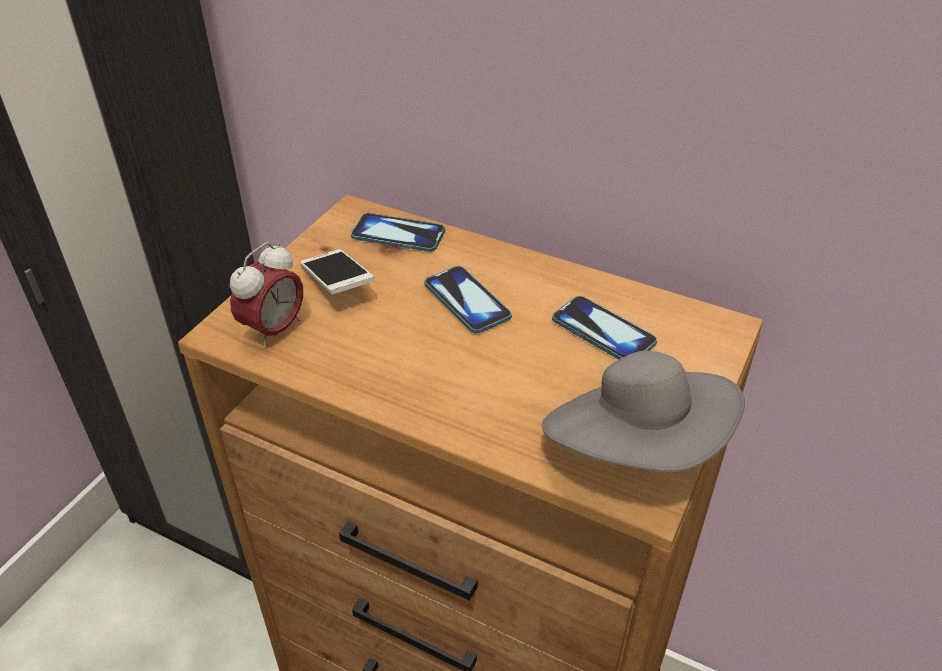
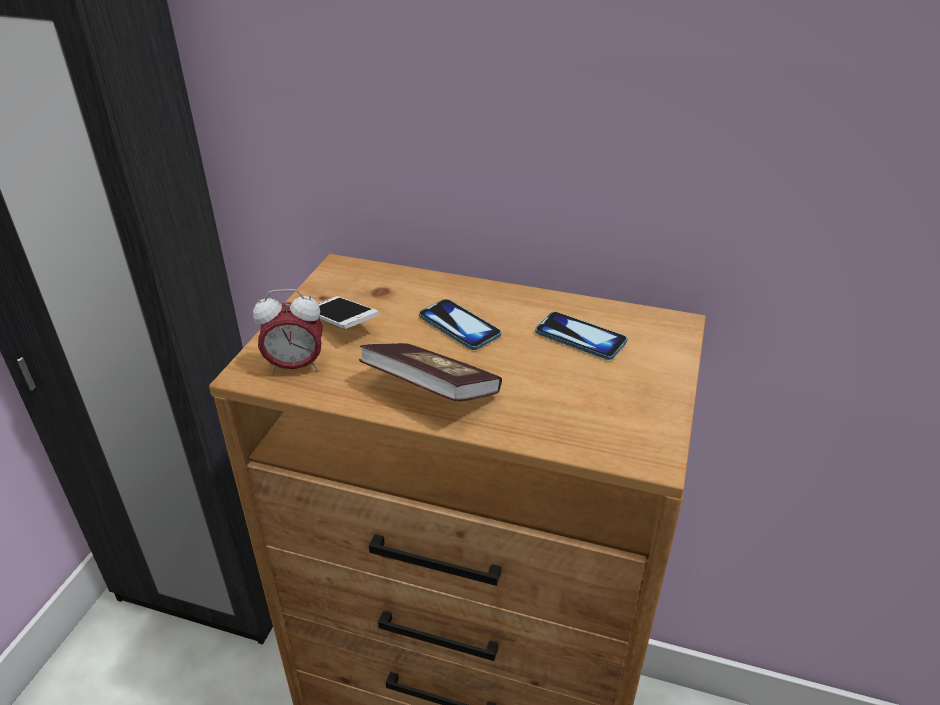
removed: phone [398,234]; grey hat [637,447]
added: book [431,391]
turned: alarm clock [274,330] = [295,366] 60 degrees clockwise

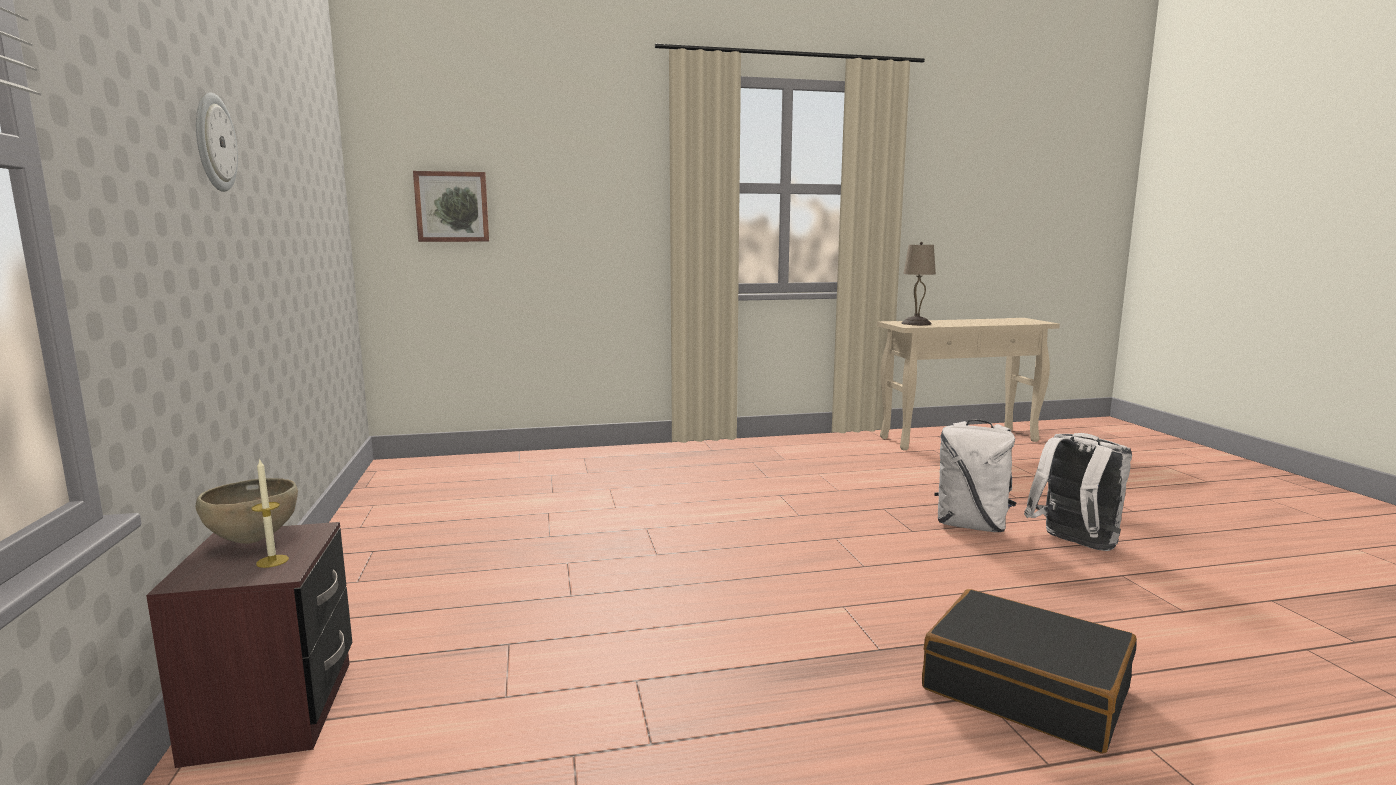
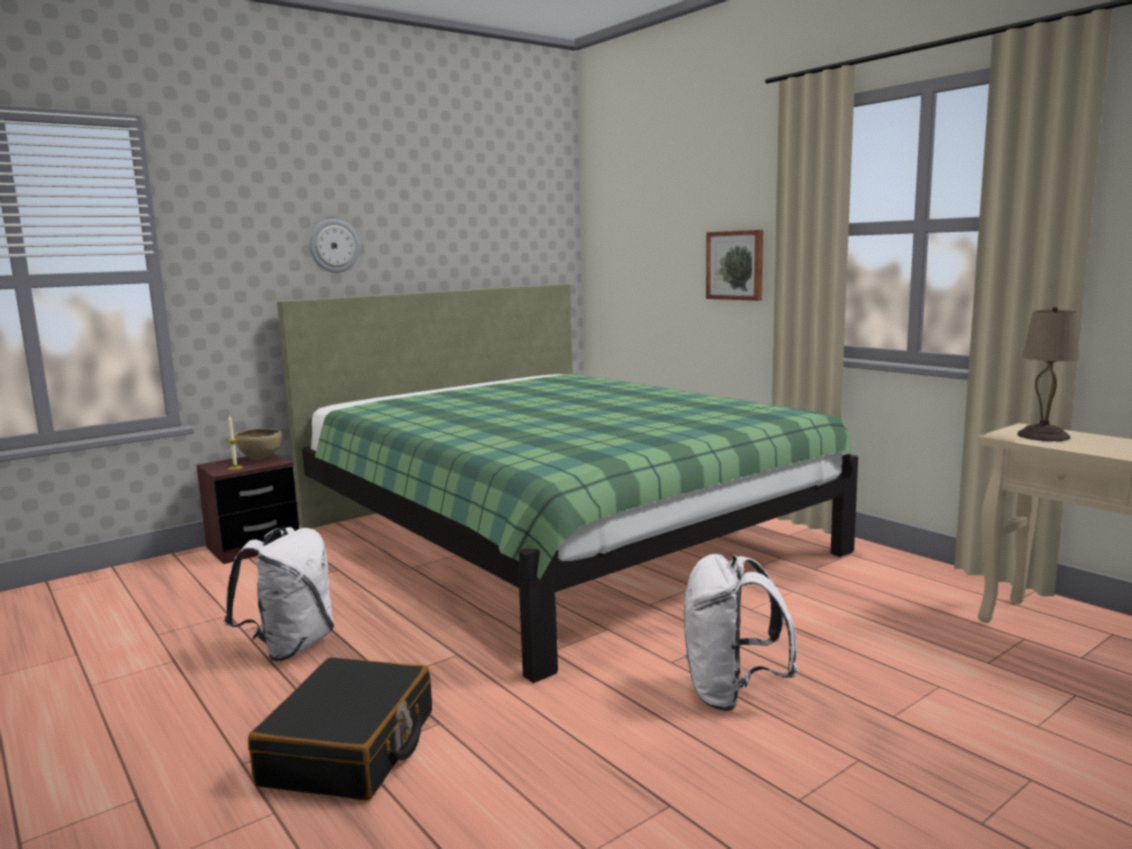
added: green bed [557,540]
moved: picture [452,207] to [735,265]; white backpack [1074,545] to [290,647]

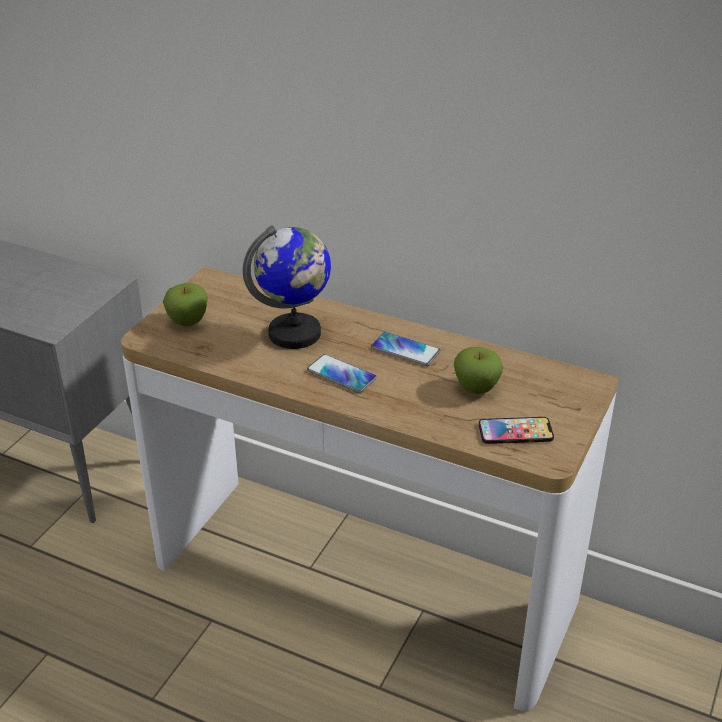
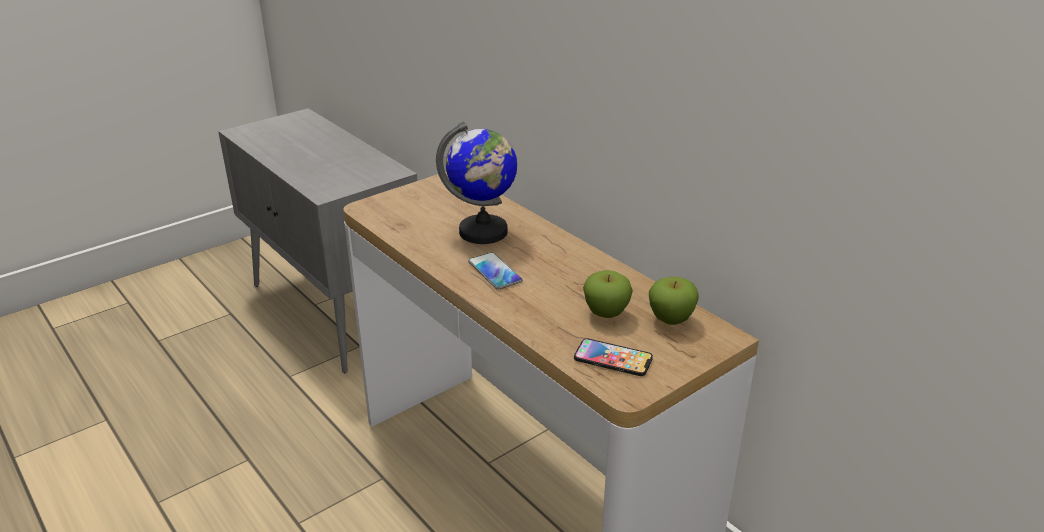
removed: phone [405,350]
moved: apple [188,322] to [671,319]

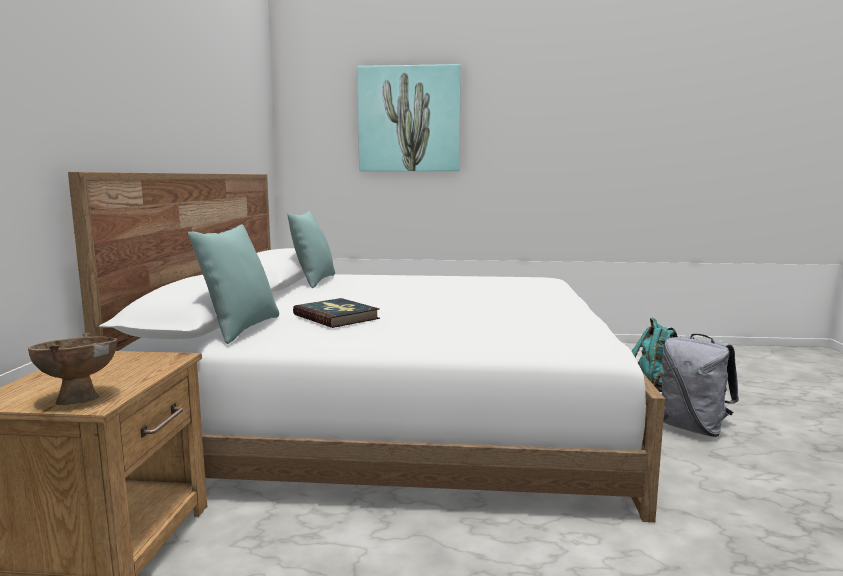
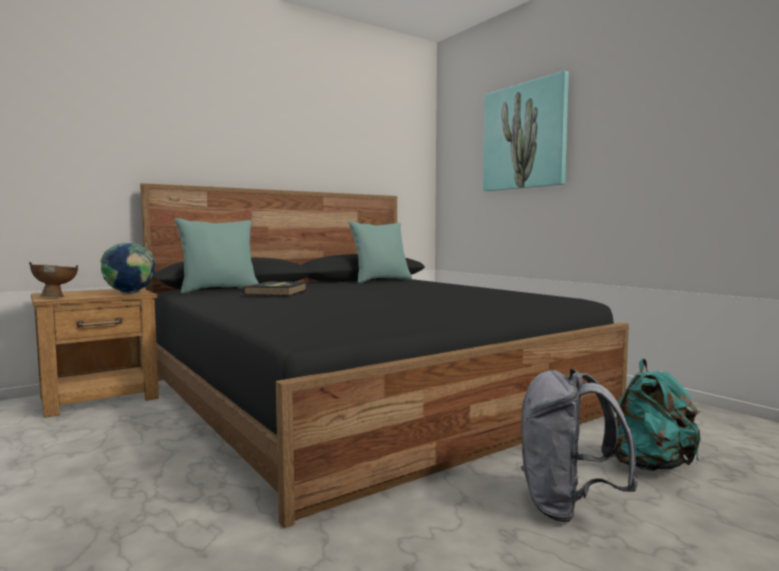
added: globe [130,293]
recoloured: white bed [398,409] to black bed [363,394]

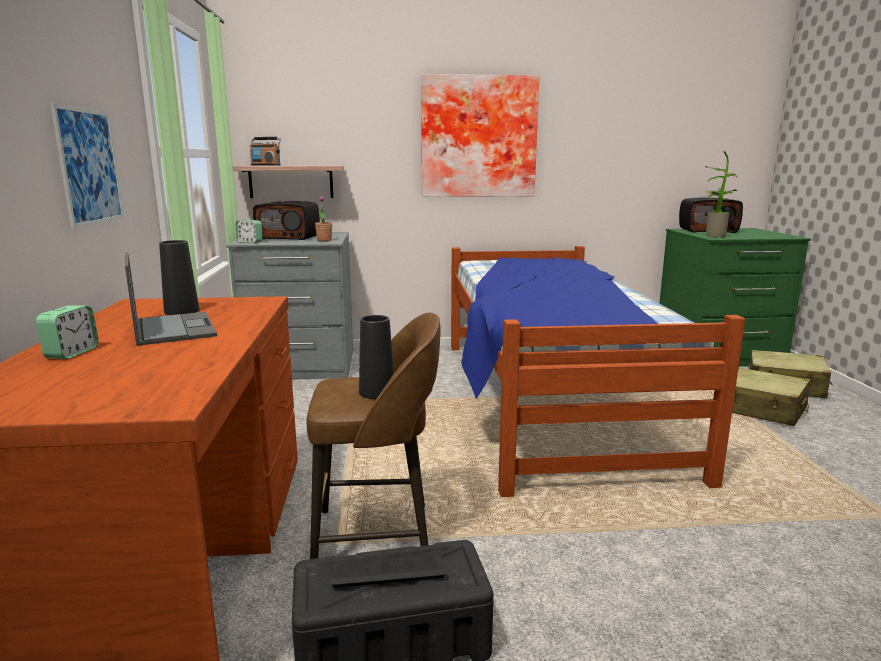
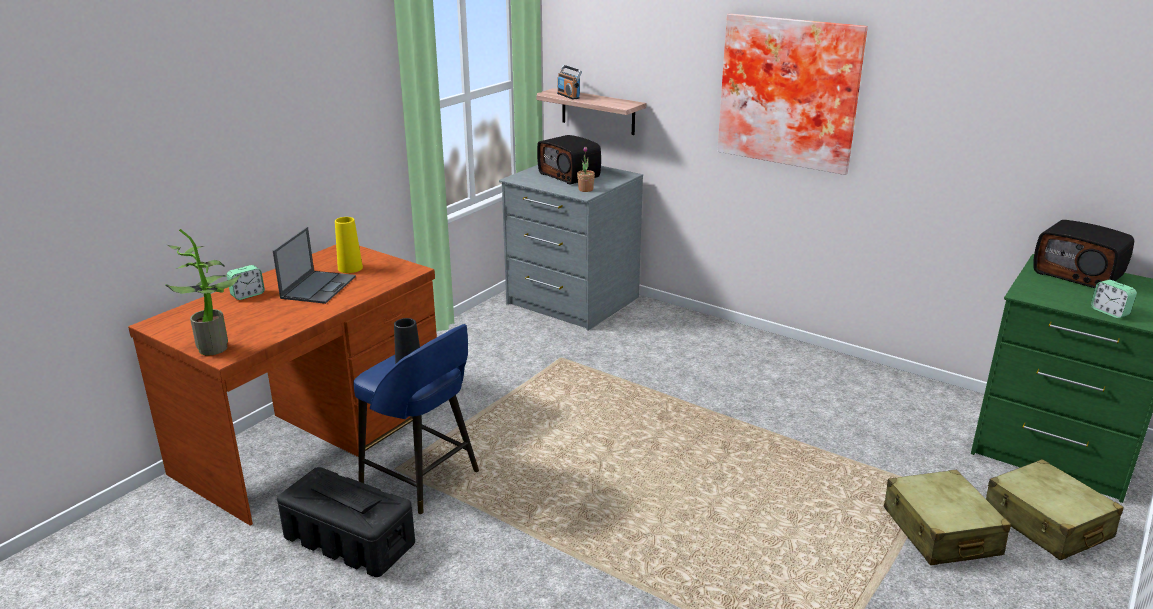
removed: picture [89,167]; bed [547,399]
moved: alarm clock [250,242] to [1109,312]; potted plant [713,235] to [216,346]
recoloured: black vase [181,311] to yellow vase [350,268]; brown stool [377,538] to blue stool [422,478]

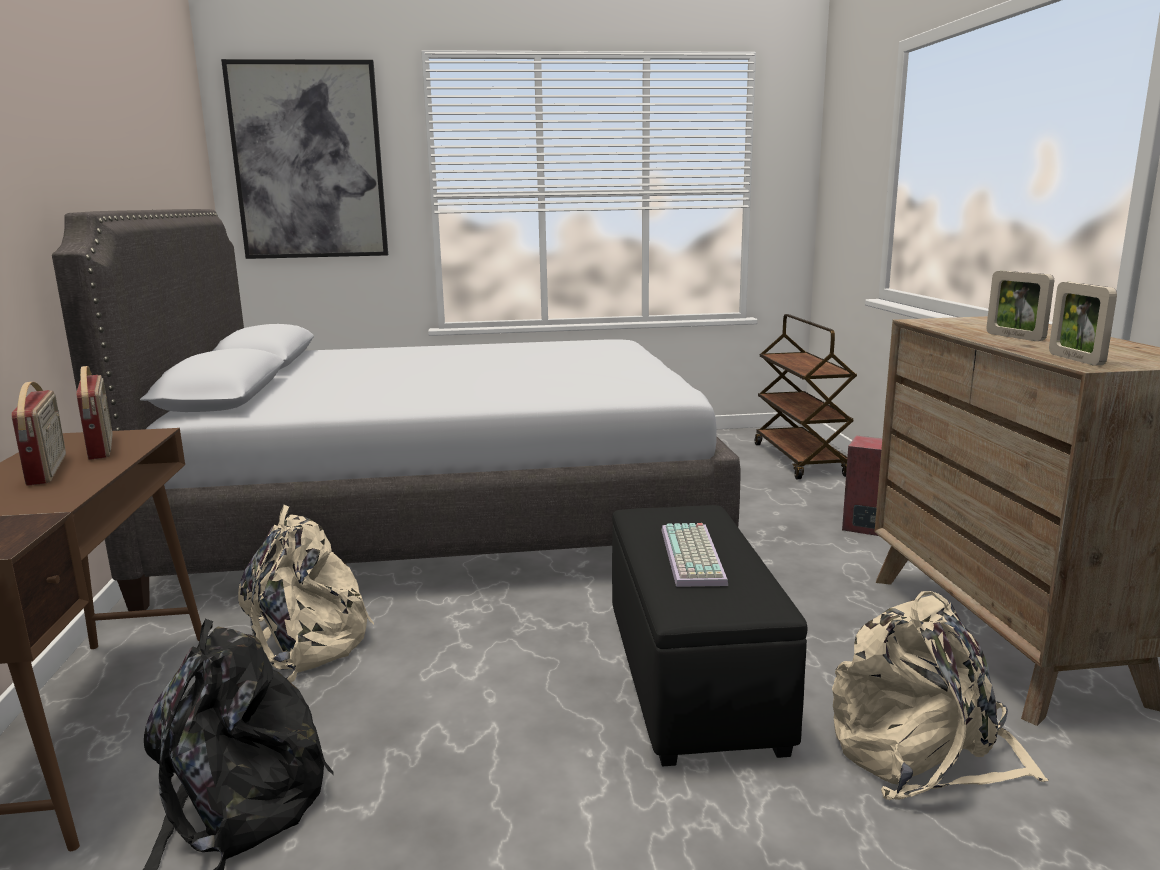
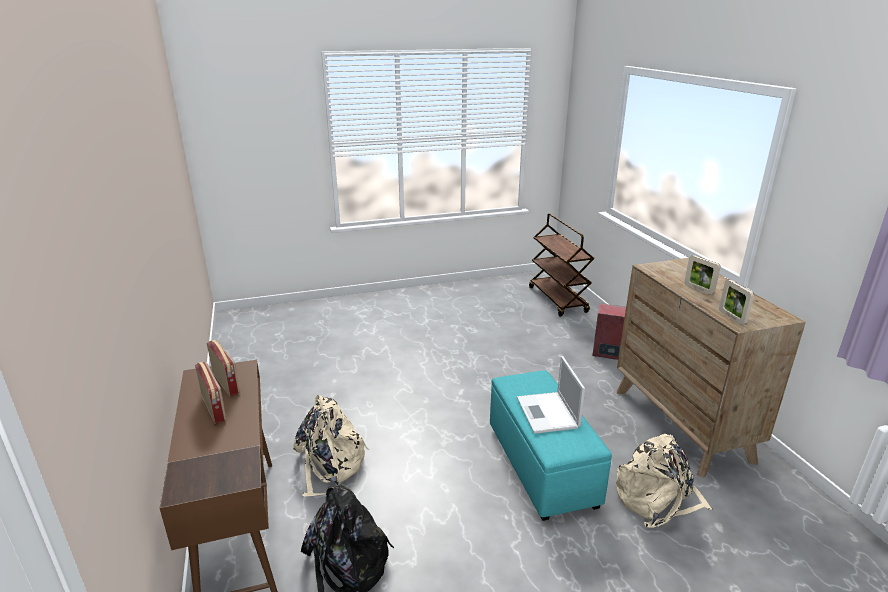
removed: grey bed [445,517]; picture [309,161]
replaced: keyboard [695,556] to laptop [548,413]
recoloured: black ottoman [693,678] to turquoise ottoman [542,466]

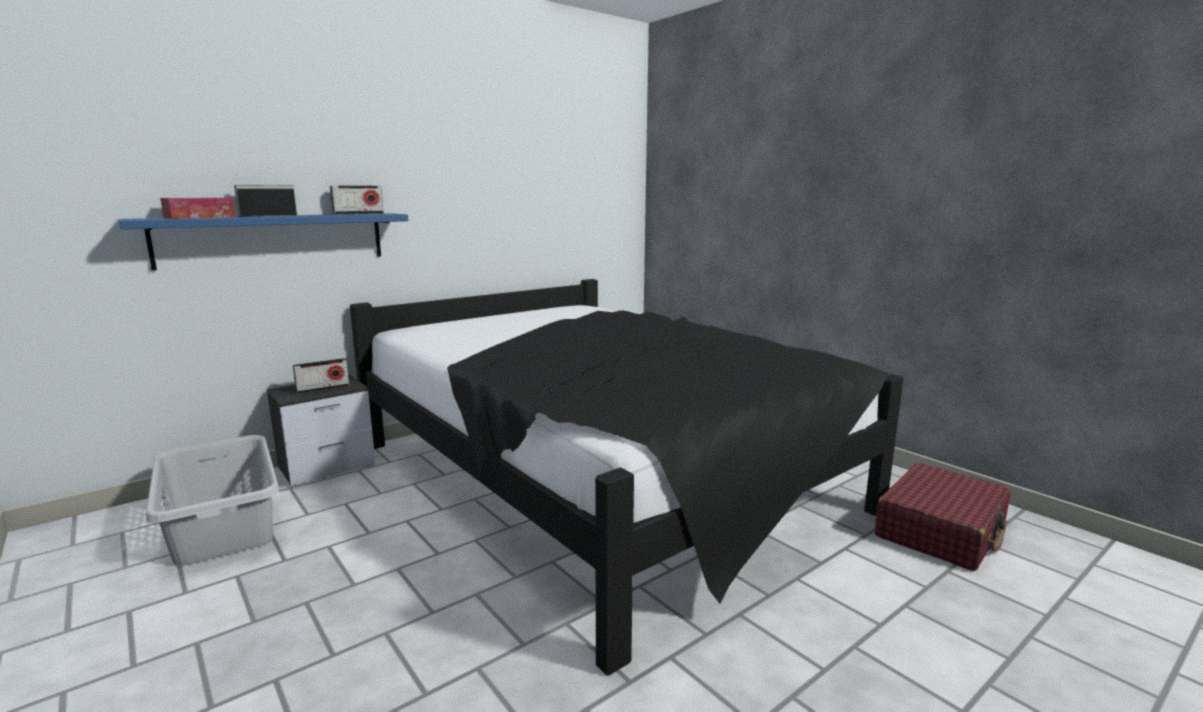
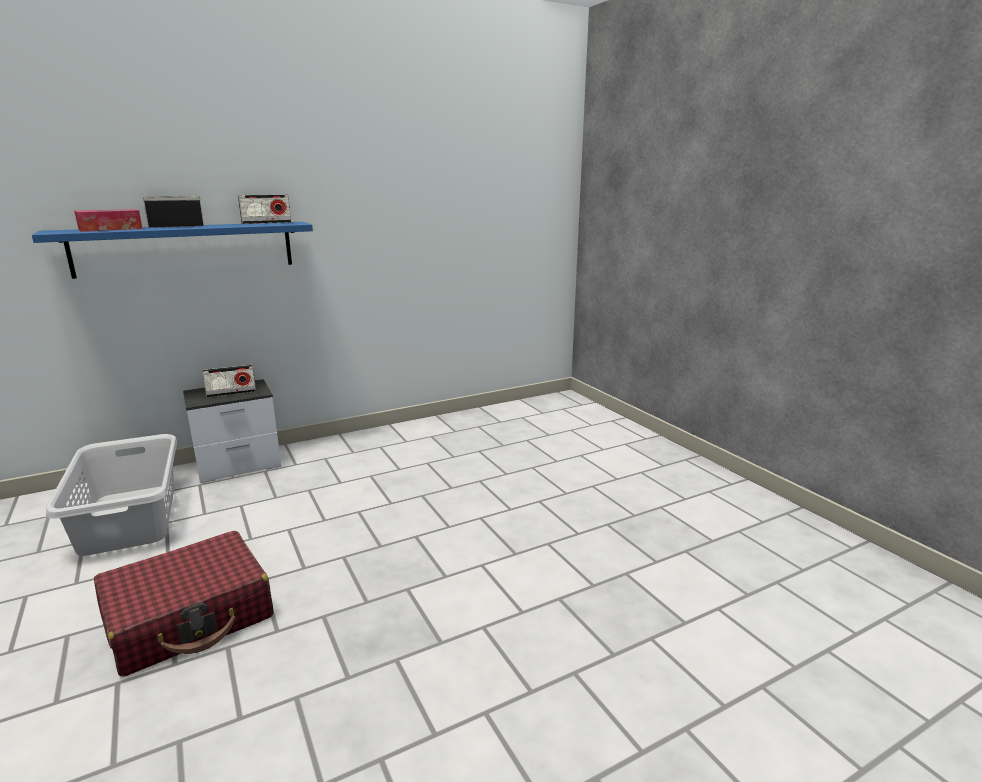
removed: black bed [600,475]
moved: red suitcase [940,531] to [190,617]

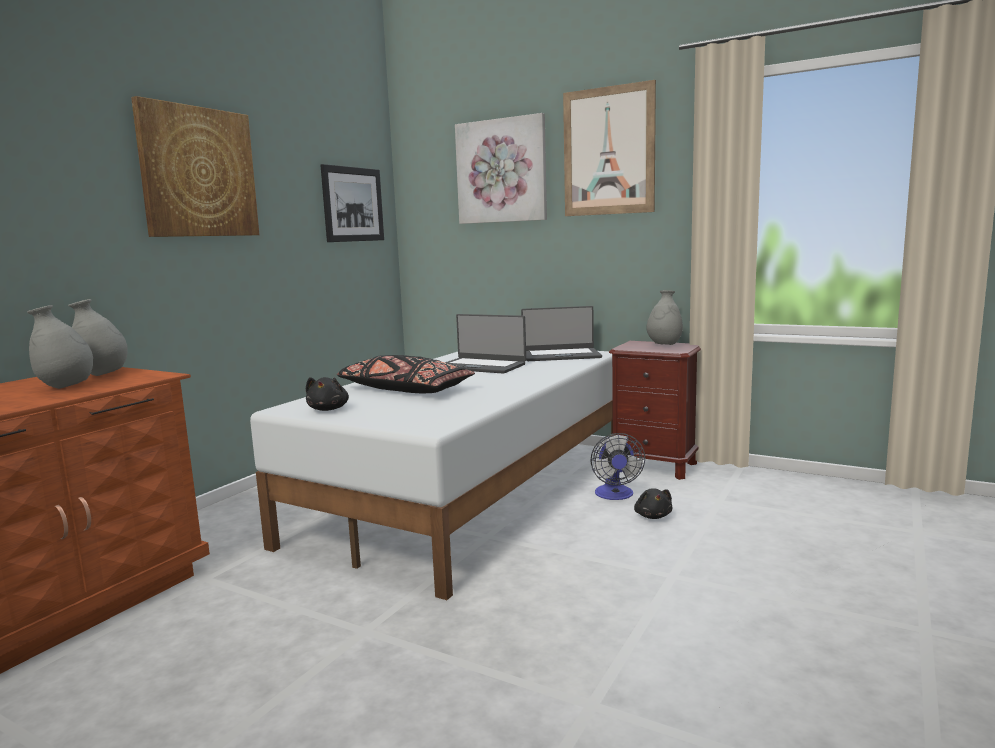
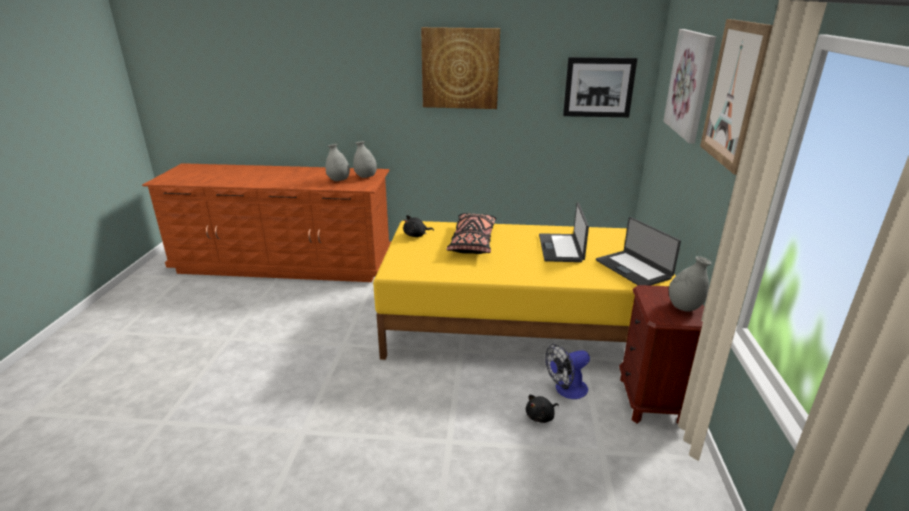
recoloured: white bed [473,493] to yellow bed [520,327]

